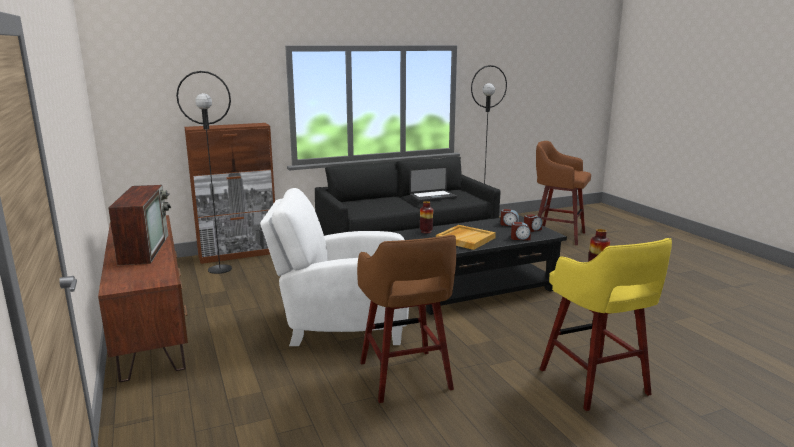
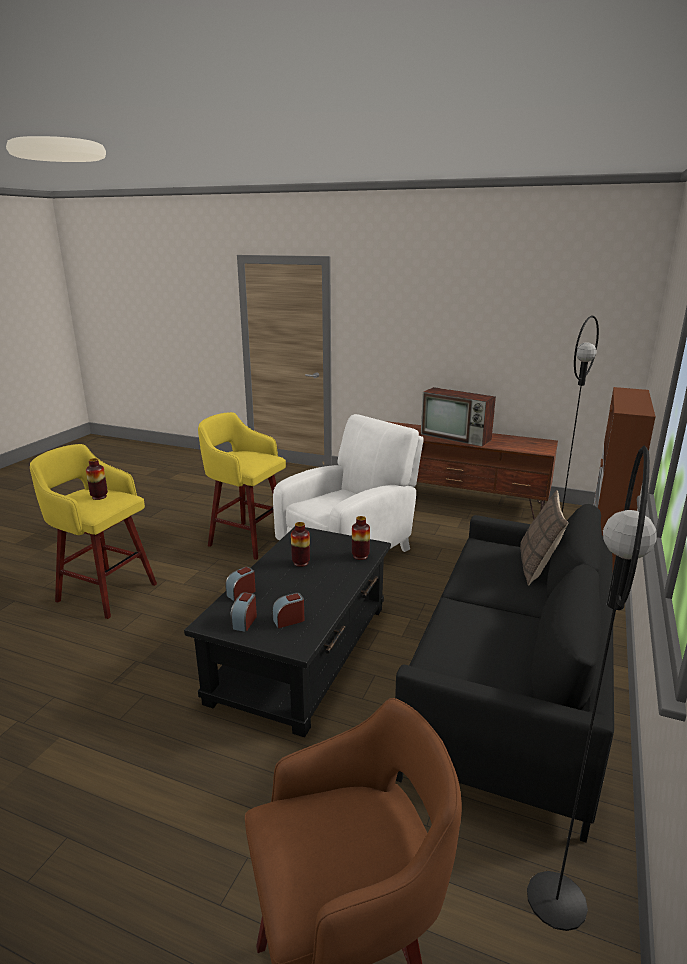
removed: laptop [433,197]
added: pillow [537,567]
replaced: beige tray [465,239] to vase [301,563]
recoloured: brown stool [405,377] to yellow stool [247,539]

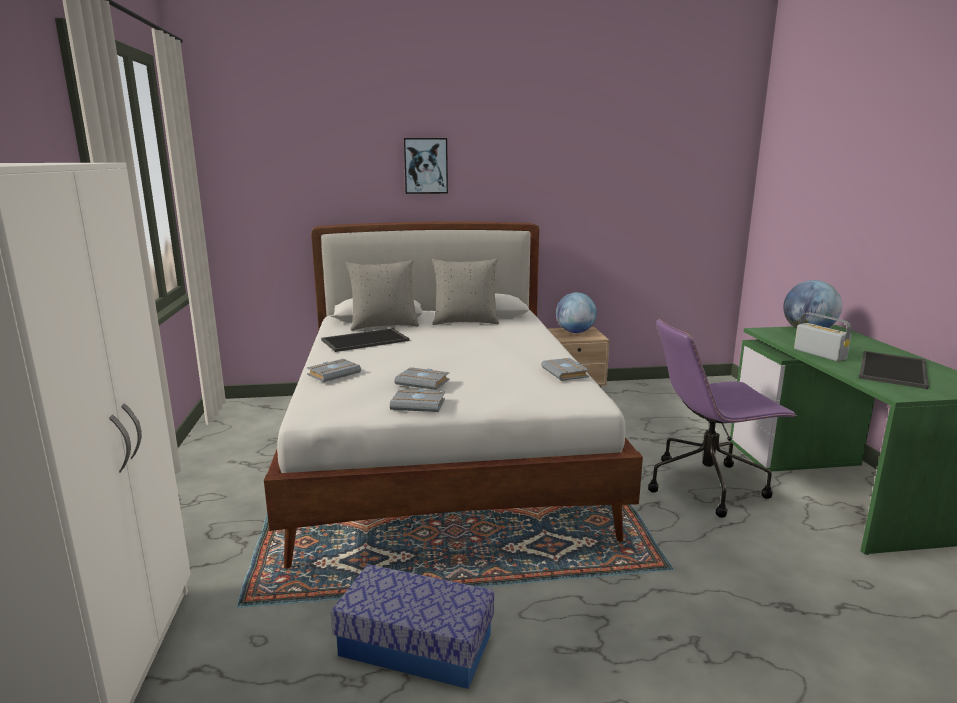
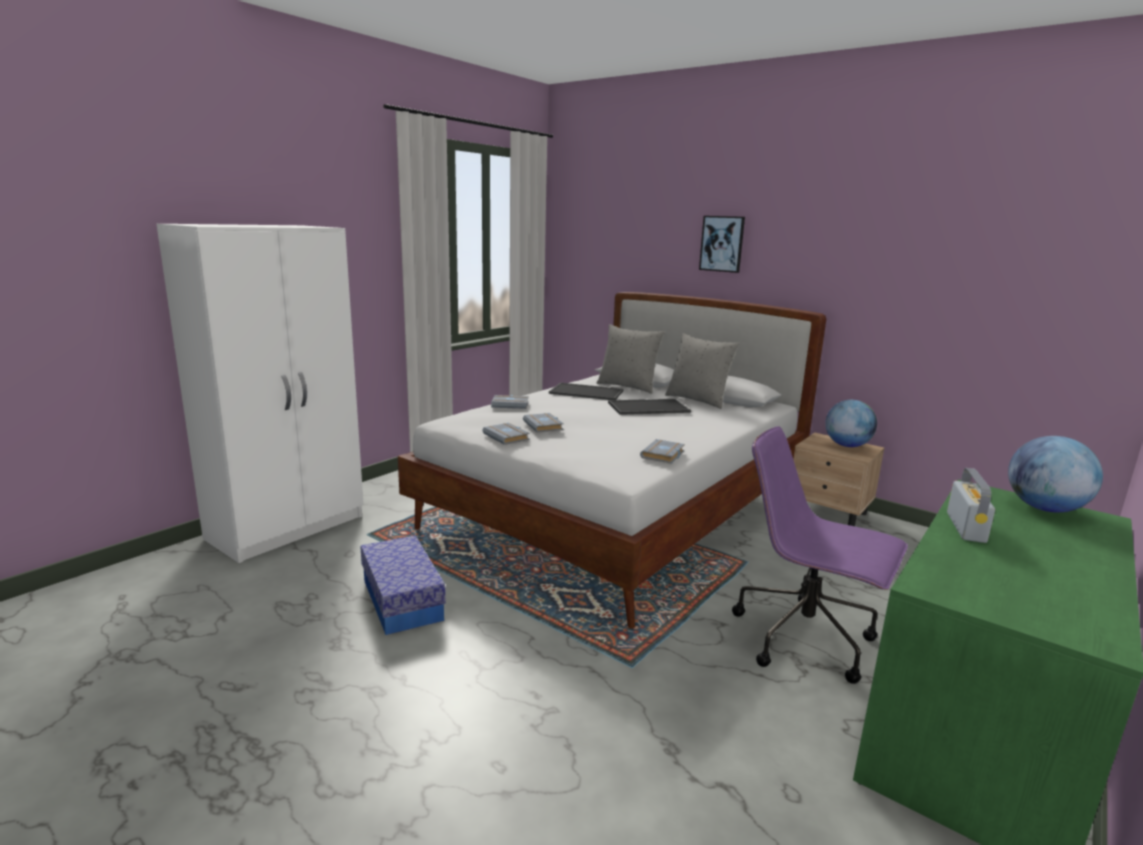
moved: tray [894,370] to [648,408]

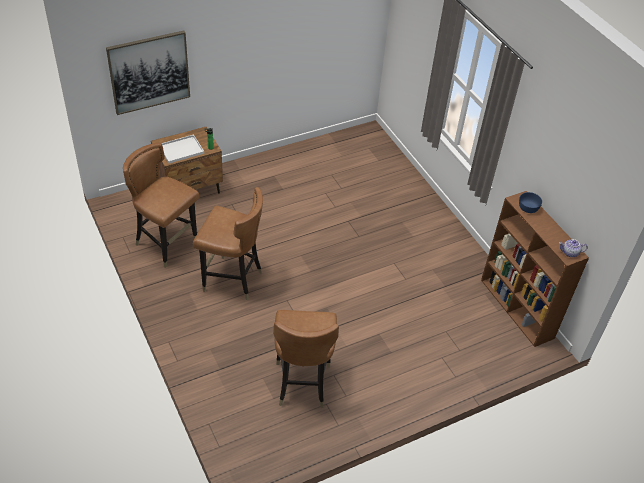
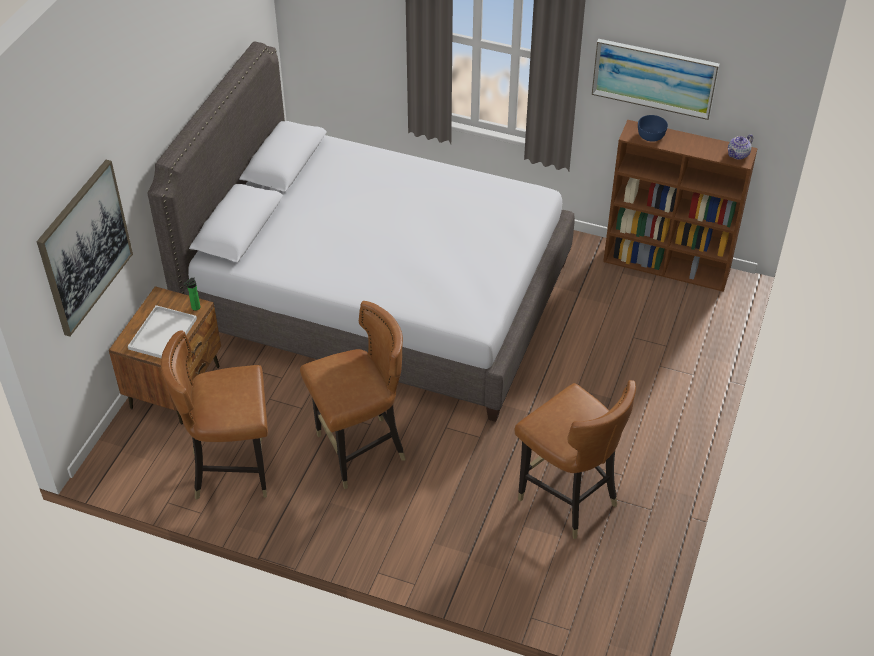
added: grey bed [378,297]; picture [654,77]

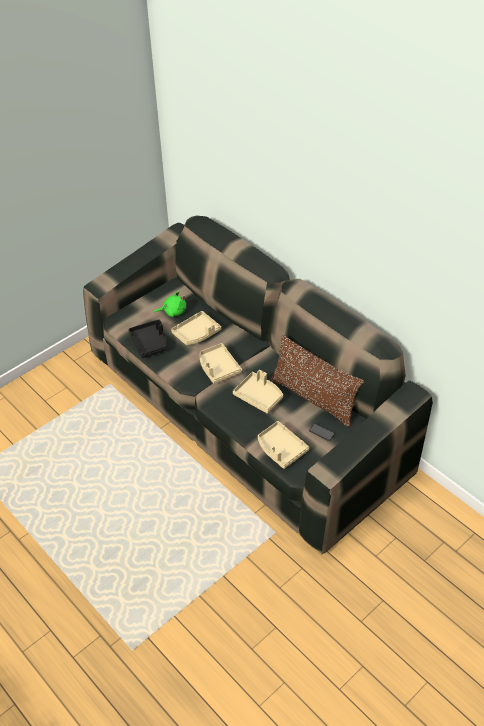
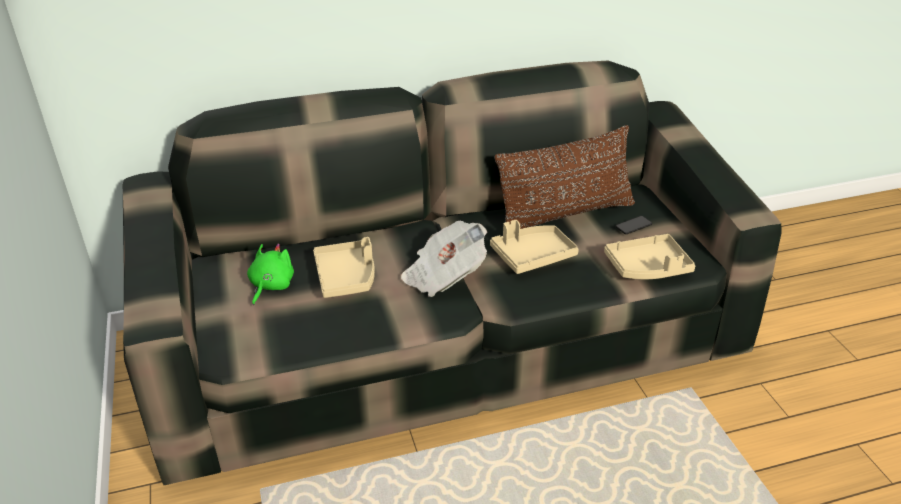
removed: black tray [150,343]
replaced: beige tray [218,368] to newspaper [444,276]

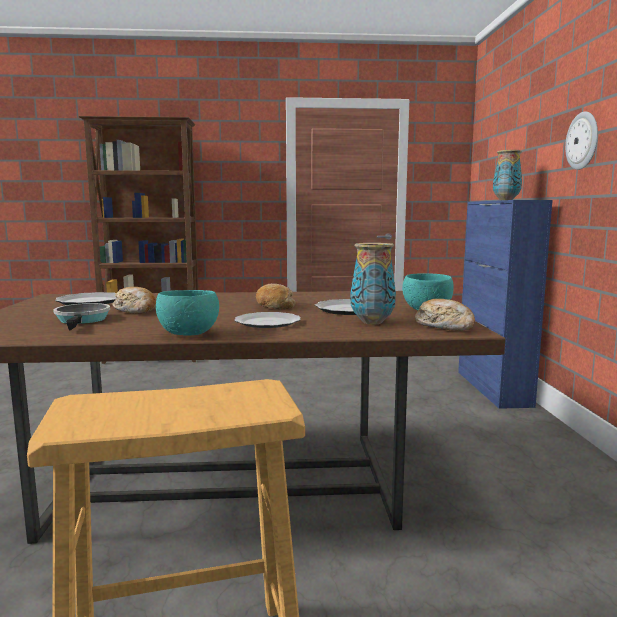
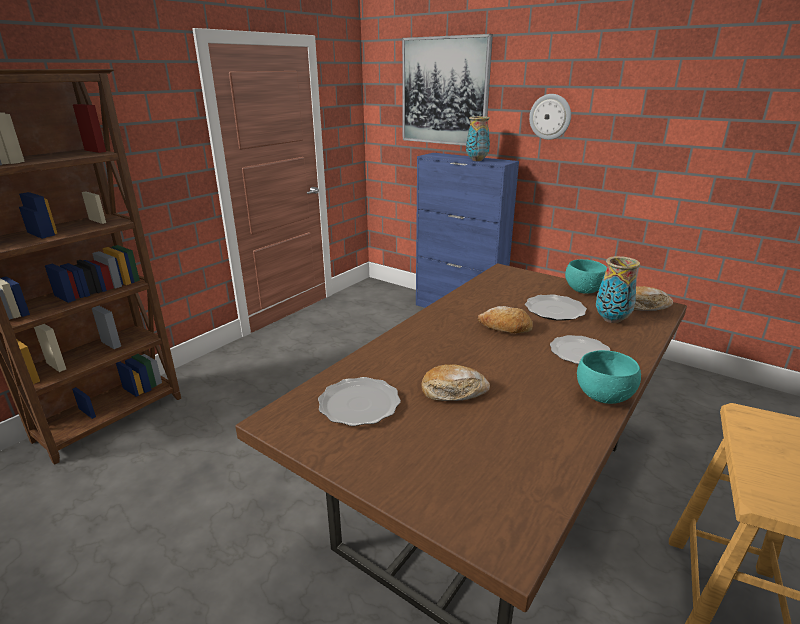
removed: frying pan [82,320]
added: picture [444,91]

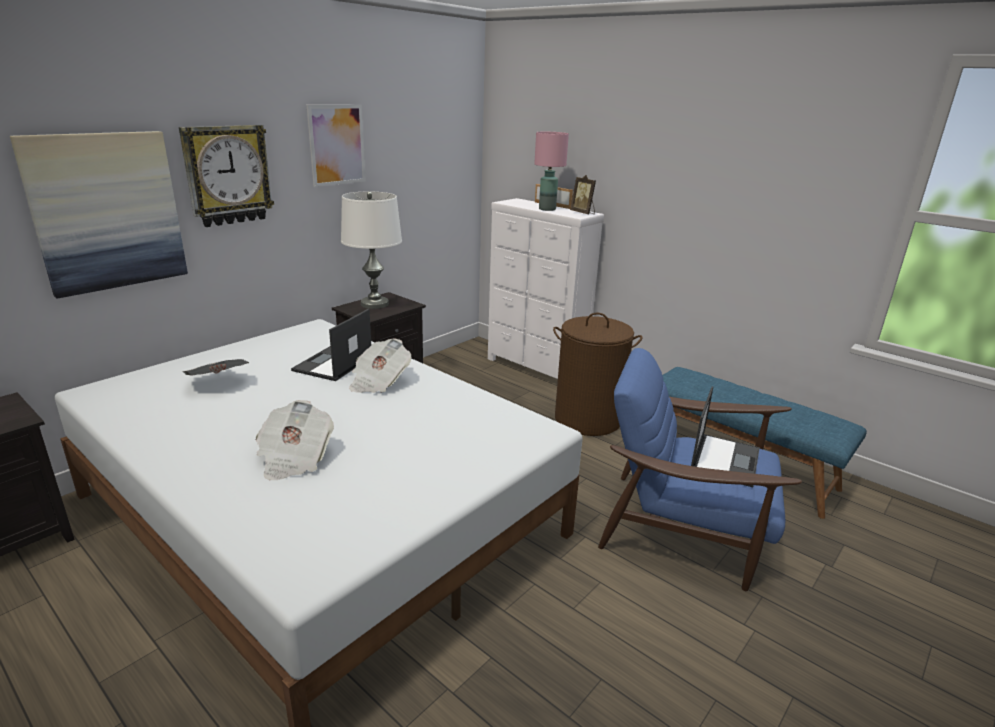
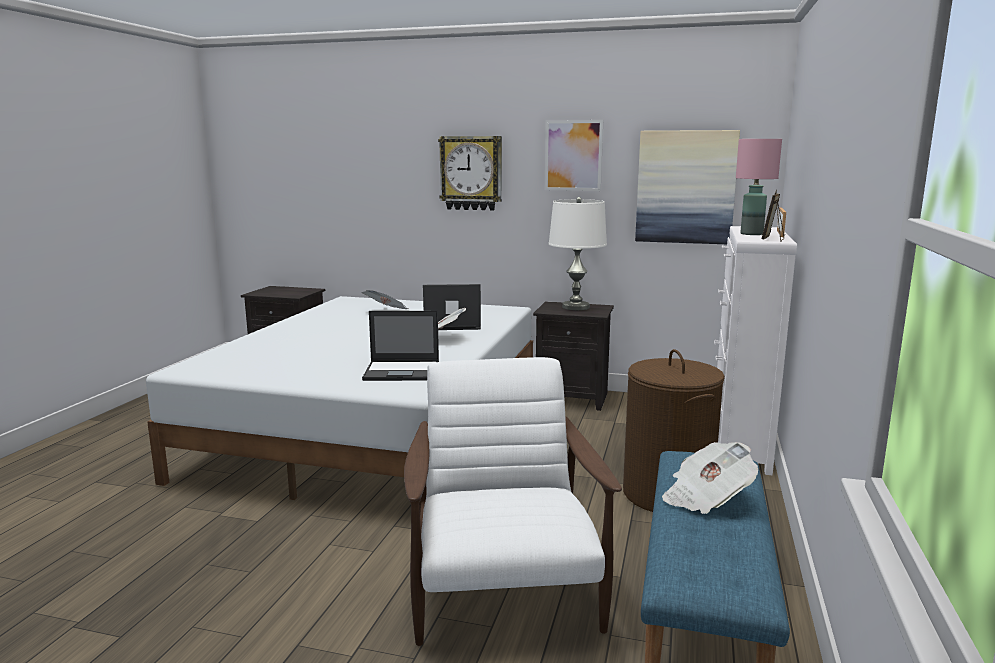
moved: picture [107,212] to [685,187]; newspaper [294,458] to [706,498]; laptop [724,459] to [403,371]
recoloured: blue armchair [684,528] to white armchair [504,588]

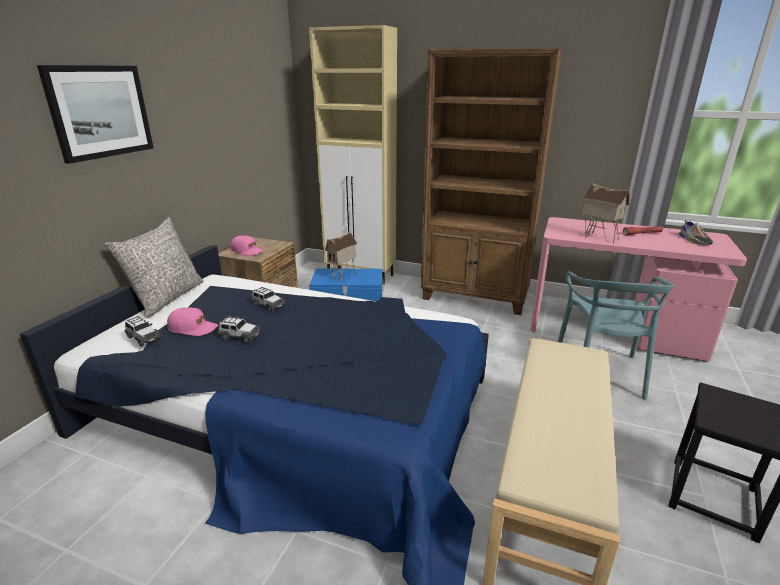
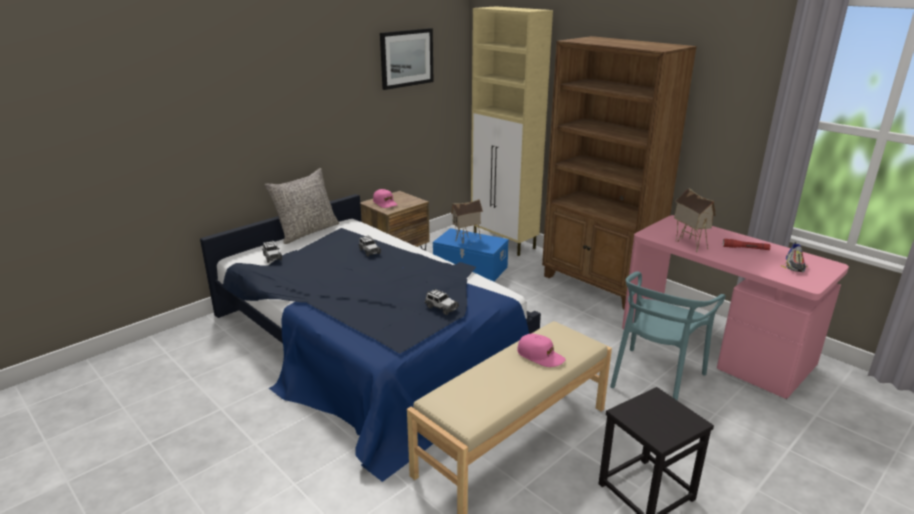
moved: picture [100,111] to [406,58]; pink cap [193,328] to [540,356]; toy car [240,336] to [441,308]

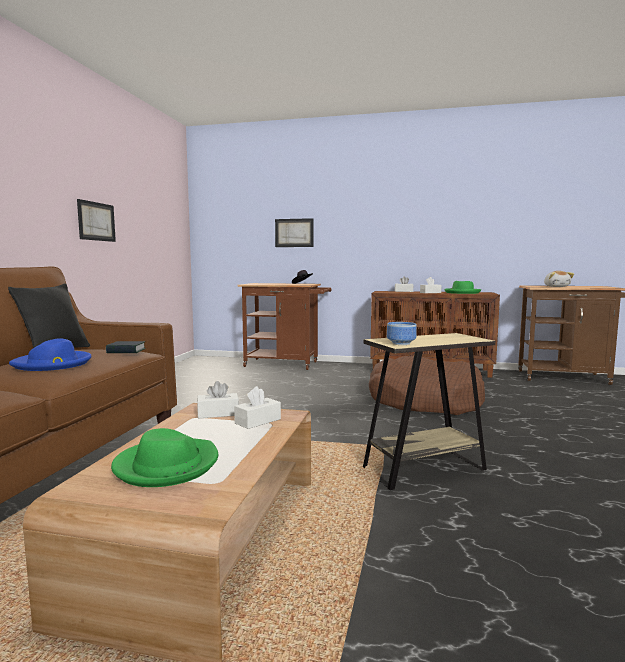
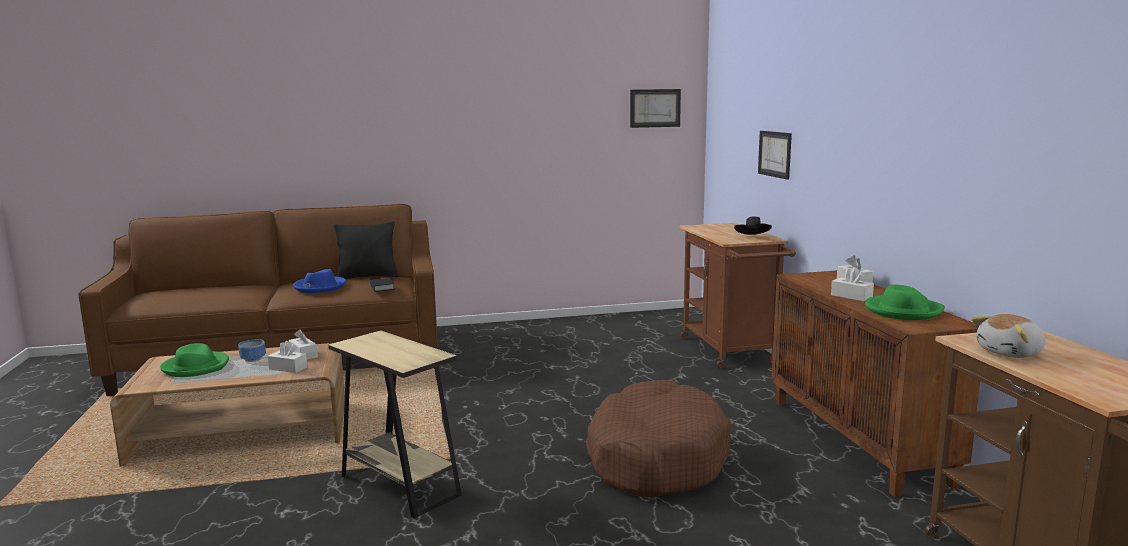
moved: picture [96,221] to [655,108]; bowl [401,343] to [254,359]

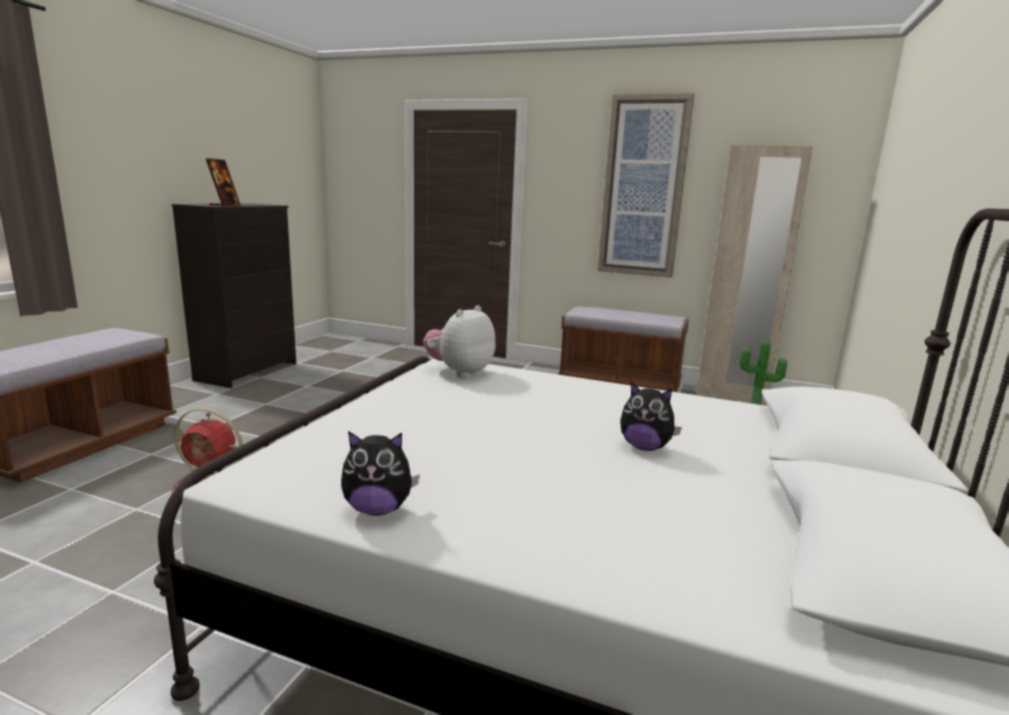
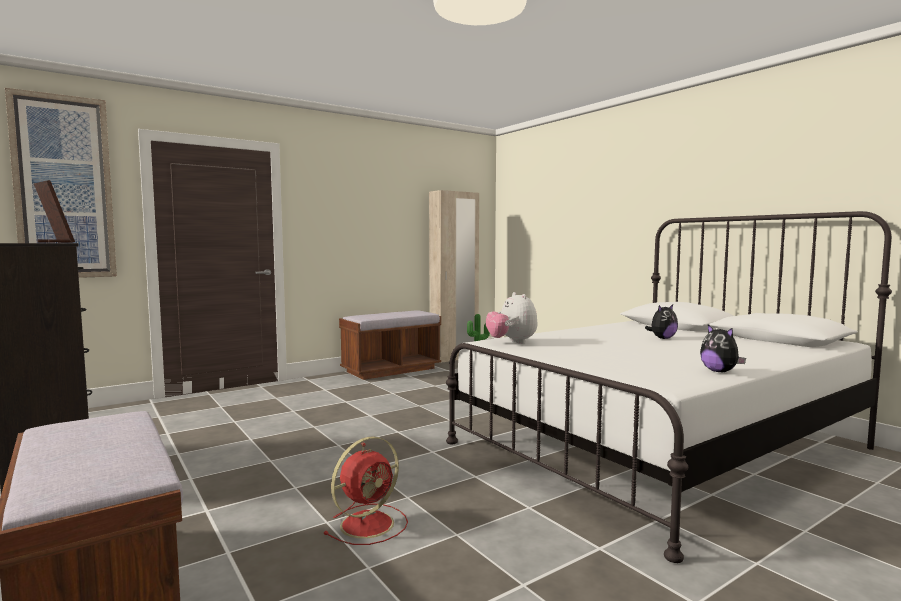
moved: picture [643,187] to [64,188]
turned: plush toy [378,509] = [719,371] 120 degrees clockwise

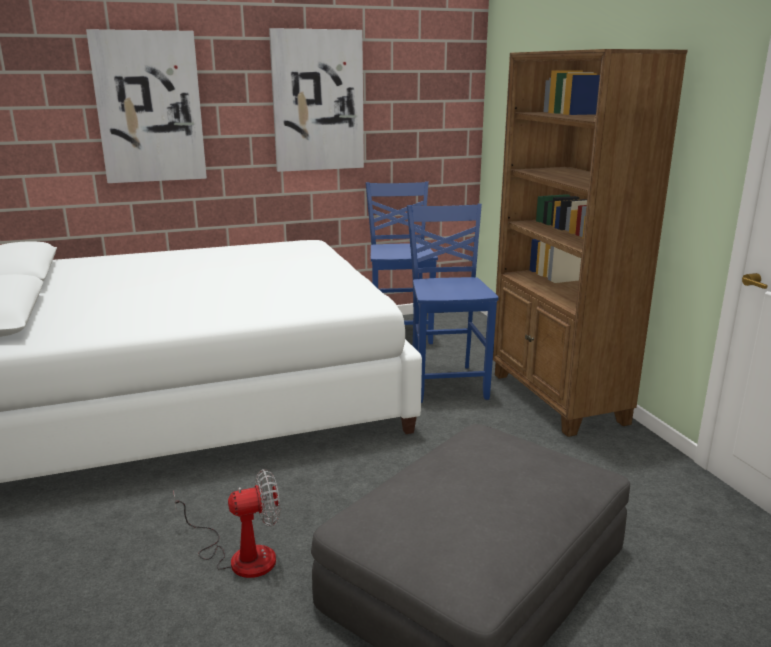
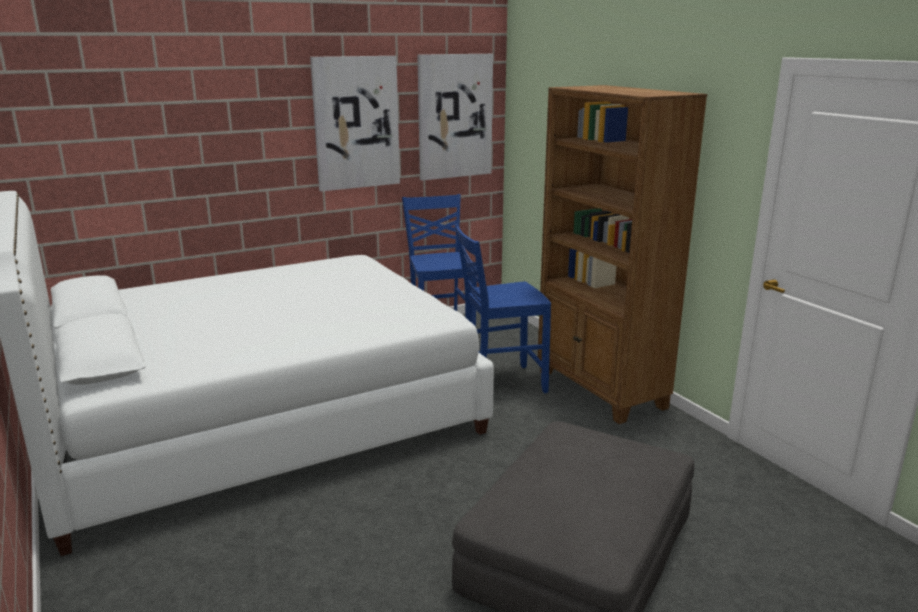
removed: fan [240,556]
moved: picture [149,107] to [454,116]
turned: blue chair [447,383] = [500,383] 90 degrees counterclockwise

